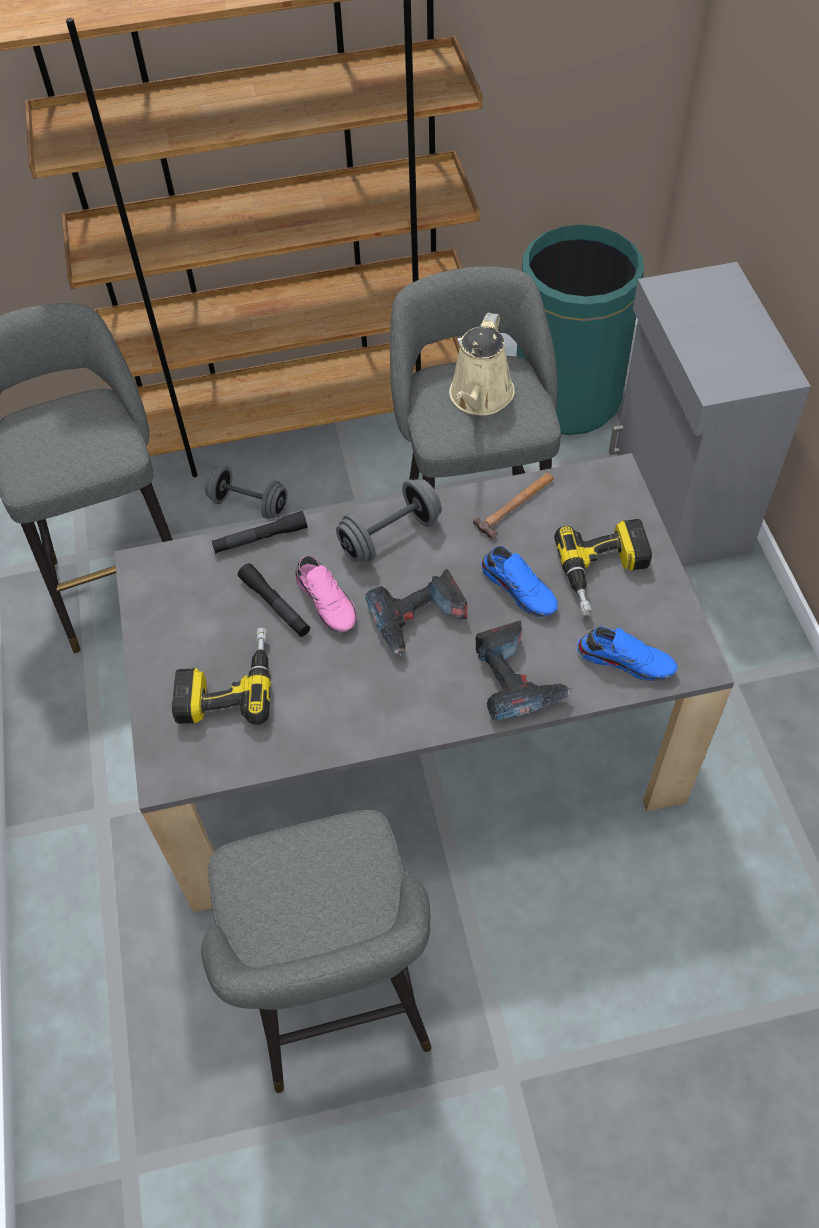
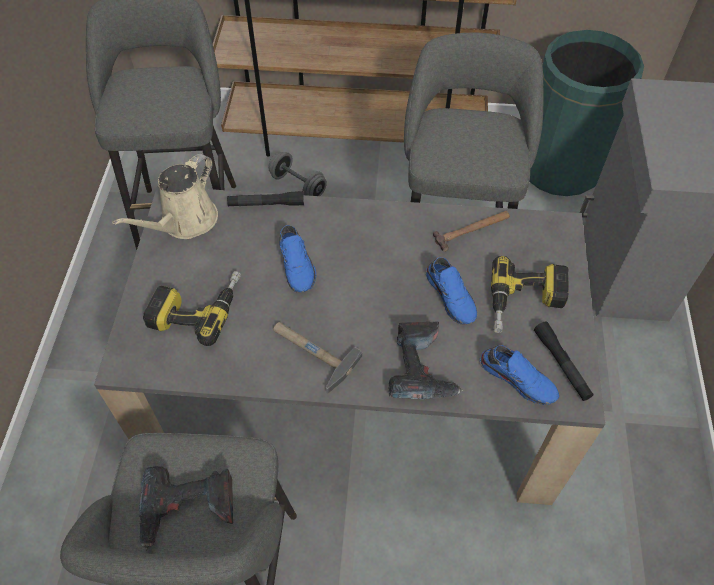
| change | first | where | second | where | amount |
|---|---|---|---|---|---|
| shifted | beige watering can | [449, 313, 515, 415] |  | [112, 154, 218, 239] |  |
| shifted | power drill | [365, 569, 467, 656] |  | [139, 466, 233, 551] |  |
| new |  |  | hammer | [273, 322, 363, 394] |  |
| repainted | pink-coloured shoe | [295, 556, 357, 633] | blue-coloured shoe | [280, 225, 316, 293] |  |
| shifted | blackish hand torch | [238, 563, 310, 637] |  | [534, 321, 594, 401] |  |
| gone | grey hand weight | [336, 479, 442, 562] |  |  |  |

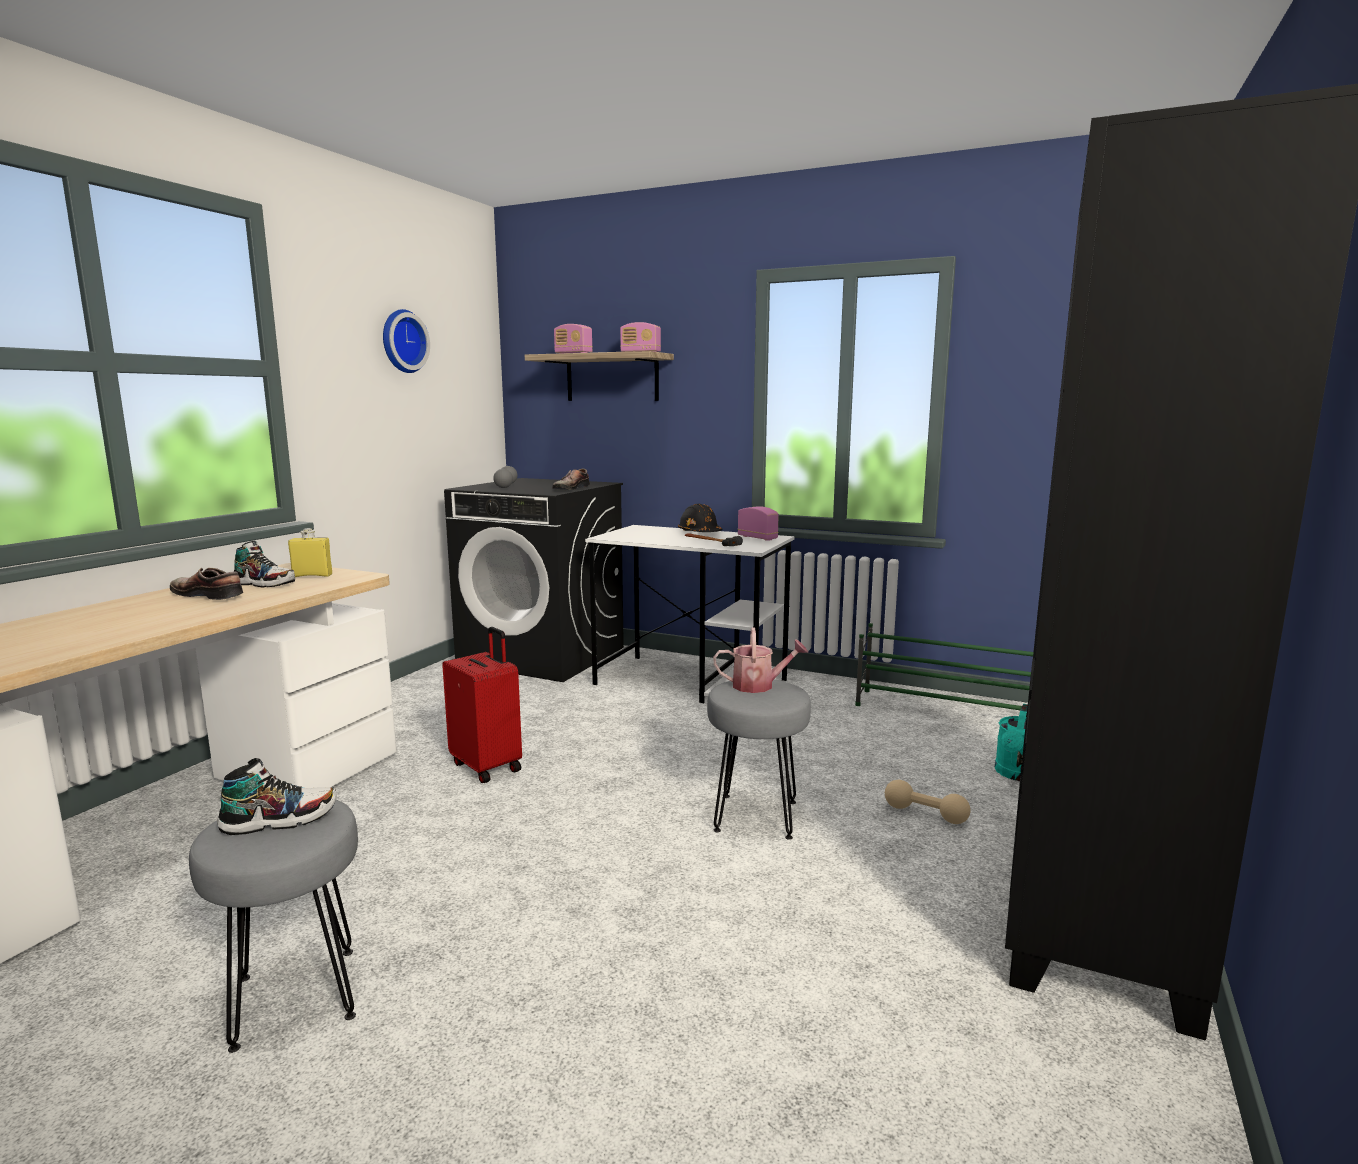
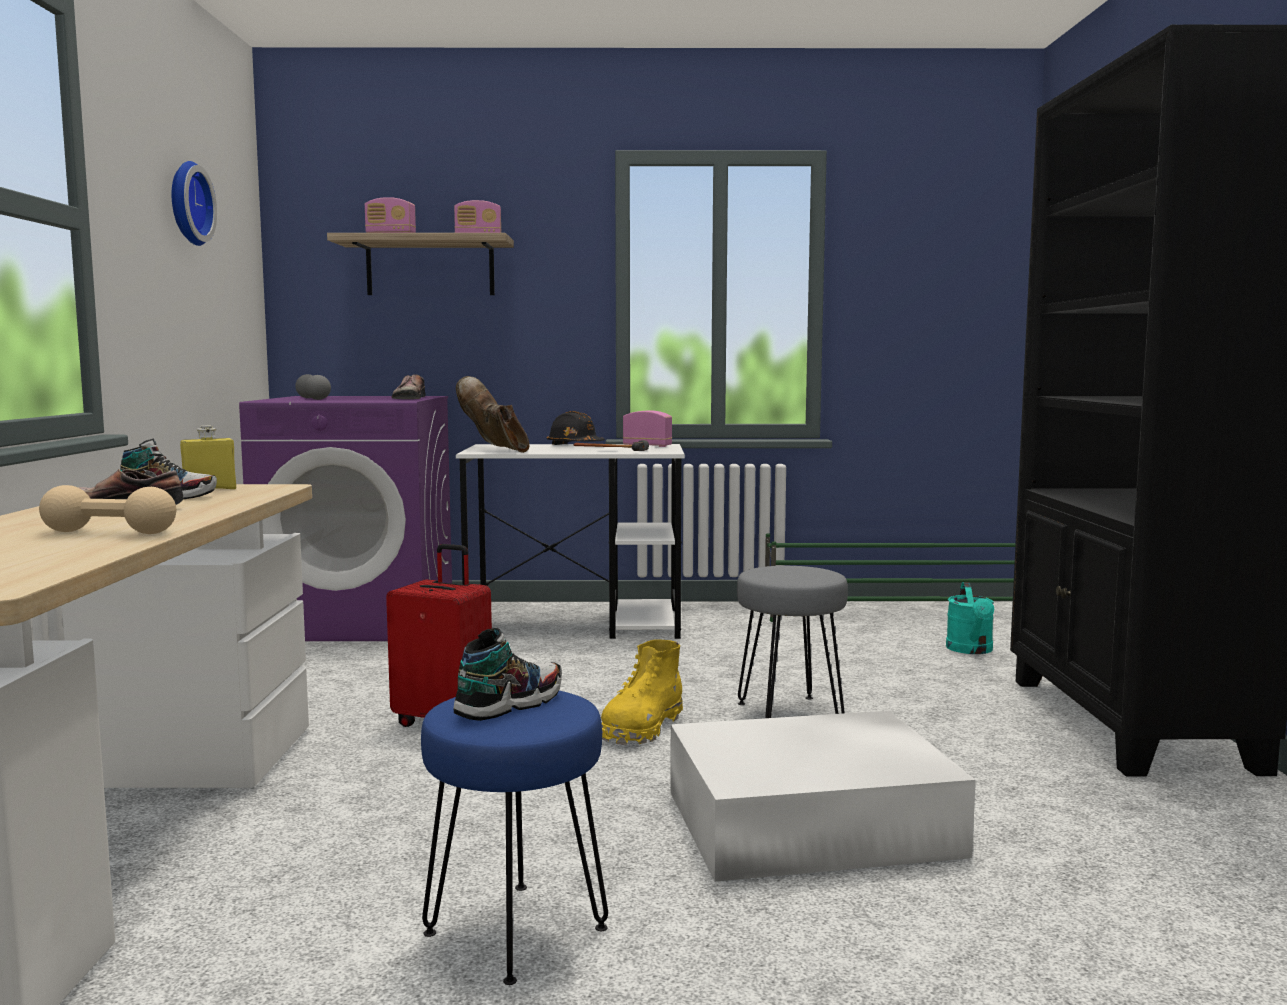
| change | first | where | second | where | amount |
|---|---|---|---|---|---|
| shifted | beige hand weight | [885, 780, 971, 824] |  | [39, 485, 176, 534] |  |
| repainted | blackish laundry machine | [444, 478, 624, 682] | purple-coloured laundry machine | [239, 396, 452, 641] |  |
| repainted | grey stool | [189, 800, 358, 1053] | blue-coloured stool | [421, 691, 608, 985] |  |
| new |  |  | brown tall boot | [456, 376, 530, 453] |  |
| new |  |  | yellowish tall boot | [601, 639, 683, 745] |  |
| new |  |  | white-coloured storage bin | [670, 711, 976, 882] |  |
| gone | watering can | [713, 627, 808, 693] |  |  |  |

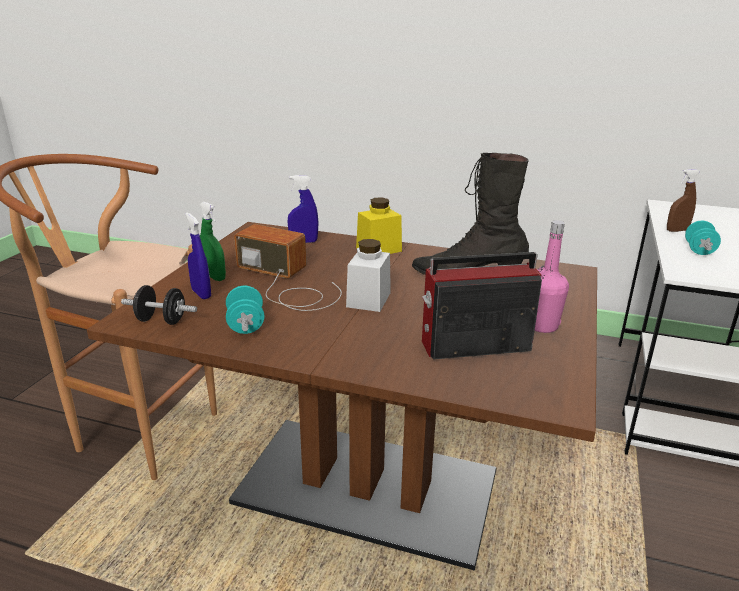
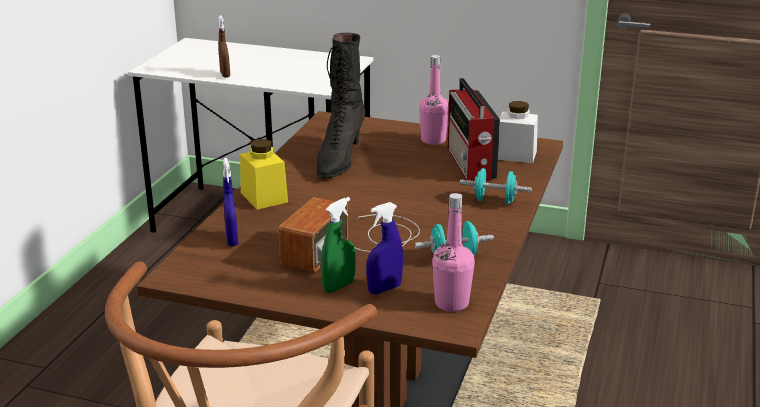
| change | first | where | second | where | amount |
|---|---|---|---|---|---|
| swapped | blackish hand weight | [121, 285, 197, 325] | pink-coloured drink bottle | [432, 193, 475, 312] |  |
| shifted | turquoise-coloured hand weight | [685, 221, 721, 255] |  | [460, 168, 532, 204] |  |
| shifted | white-coloured preserve jar | [346, 239, 391, 312] |  | [498, 101, 538, 163] |  |

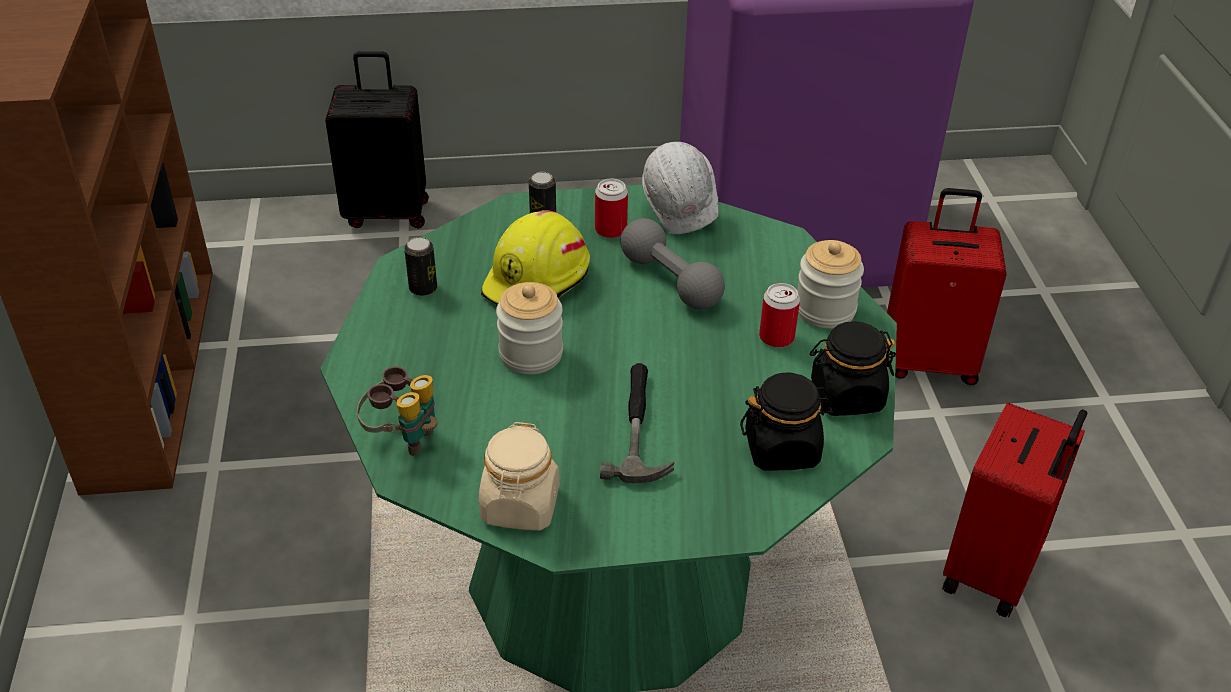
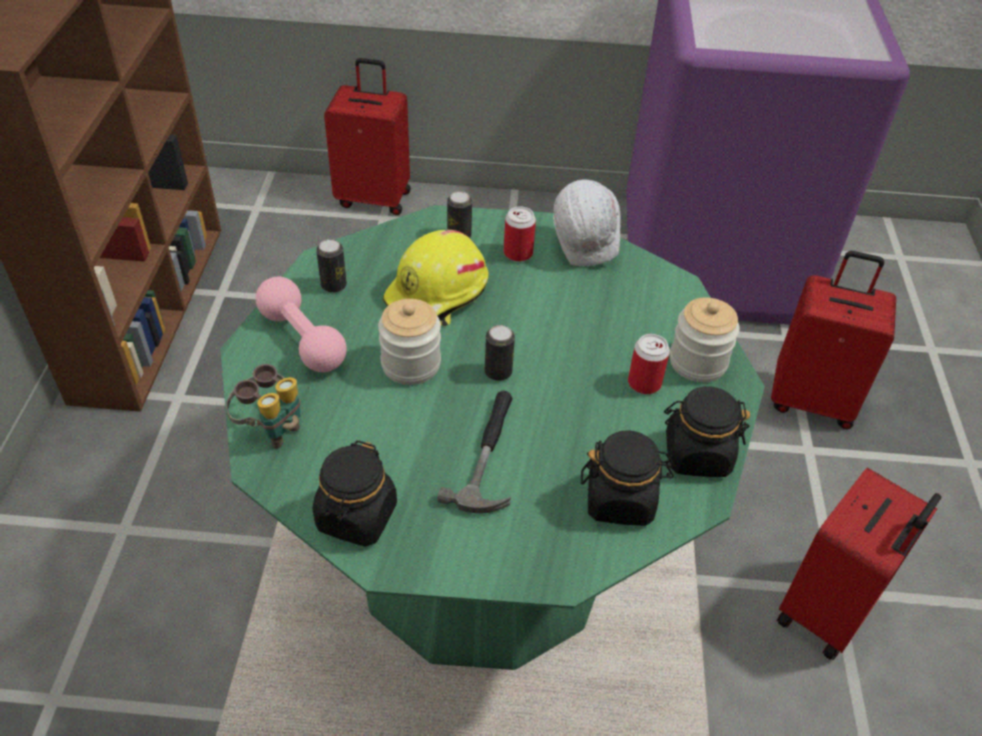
| change | first | where | second | where | amount |
|---|---|---|---|---|---|
| new |  |  | pink-coloured hand weight | [256, 276, 347, 372] |  |
| repainted | beige preserve jar | [479, 422, 559, 531] | blackish preserve jar | [313, 440, 397, 547] |  |
| repainted | blackish suitcase | [325, 51, 429, 228] | reddish suitcase | [324, 58, 411, 215] |  |
| new |  |  | can | [485, 325, 515, 381] |  |
| gone | grey hand weight | [621, 218, 725, 310] |  |  |  |

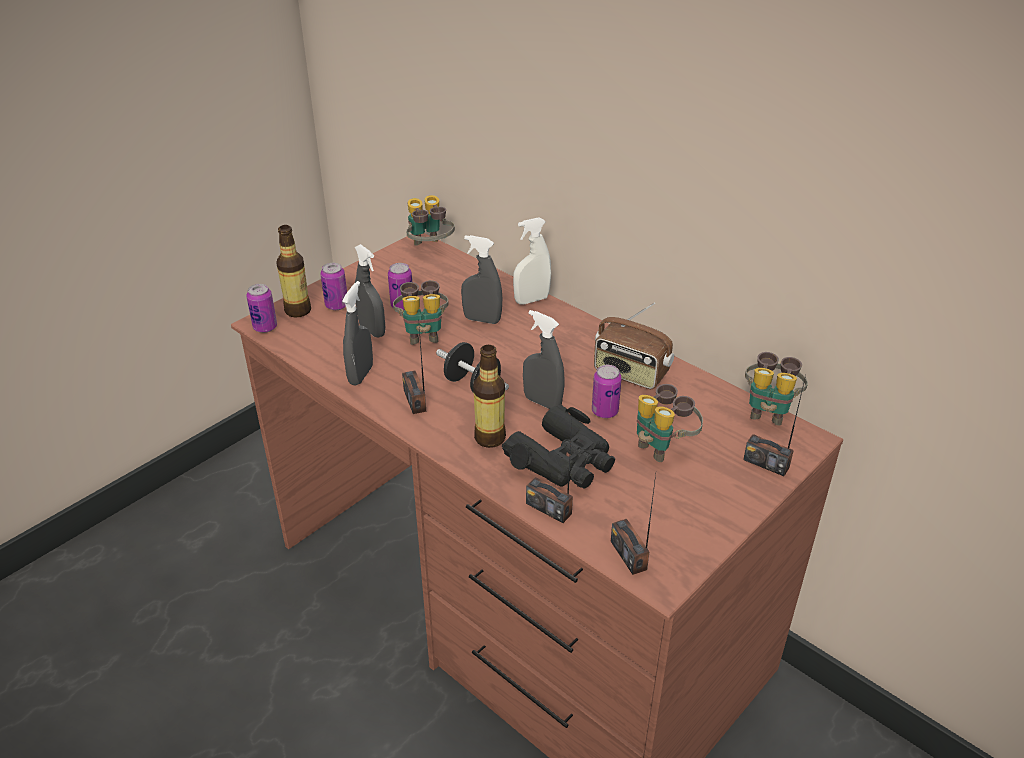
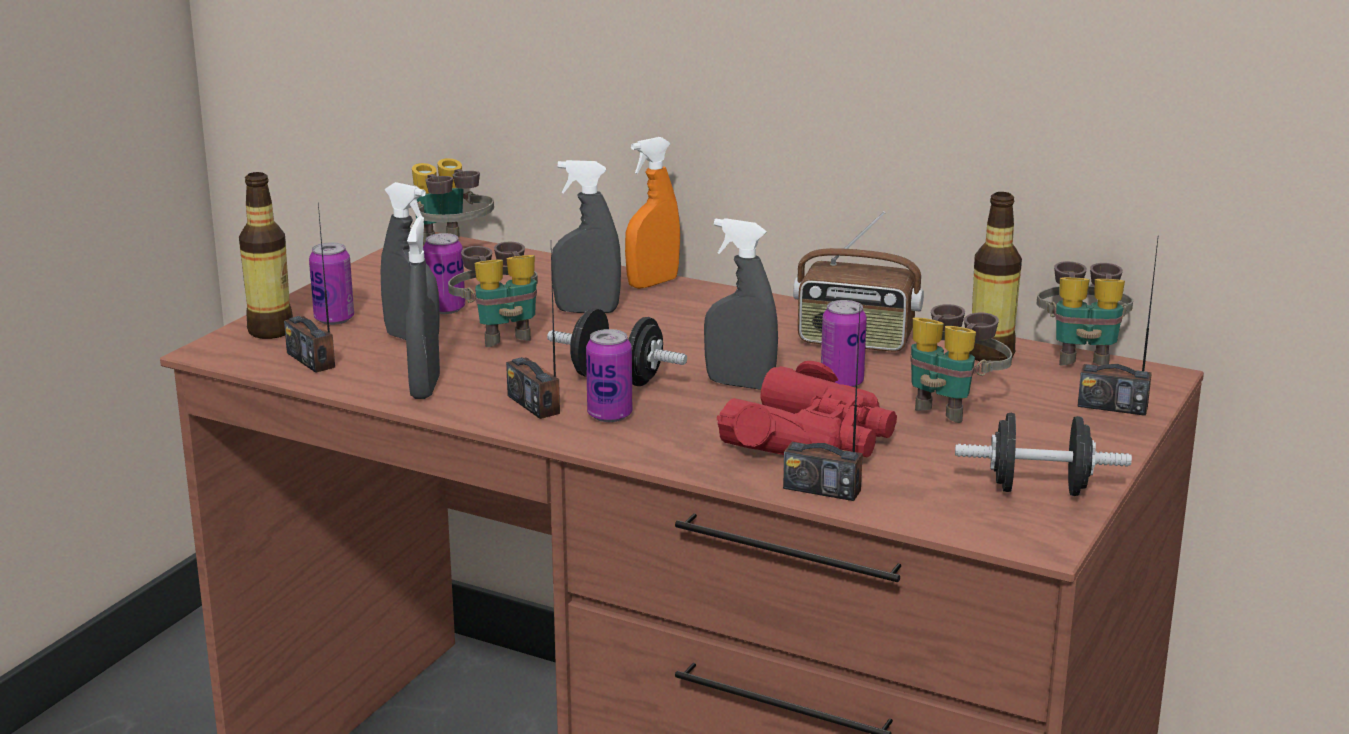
| change | first | where | second | where | amount |
|---|---|---|---|---|---|
| shifted | radio set | [611, 474, 656, 575] |  | [284, 203, 335, 373] |  |
| shifted | can | [247, 284, 277, 333] |  | [586, 329, 632, 422] |  |
| repainted | white-coloured spray bottle | [513, 217, 551, 304] | orange-coloured spray bottle | [625, 137, 680, 289] |  |
| repainted | blackish pair of binoculars | [502, 405, 615, 488] | reddish pair of binoculars | [717, 361, 897, 457] |  |
| new |  |  | blackish hand weight | [955, 413, 1132, 496] |  |
| shifted | drink bottle | [473, 345, 506, 448] |  | [969, 192, 1022, 361] |  |

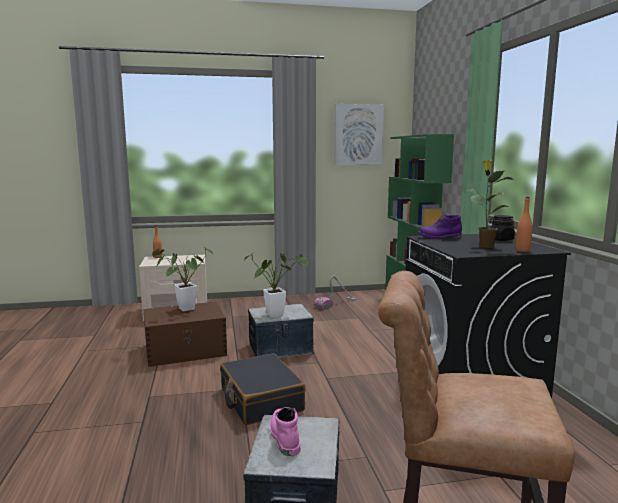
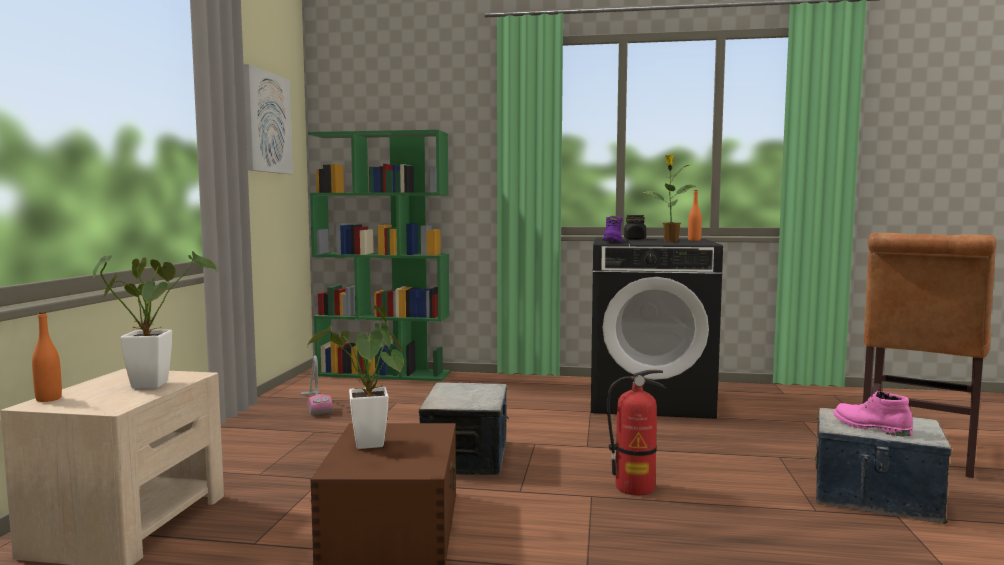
| change | first | where | second | where | amount |
|---|---|---|---|---|---|
| shifted | houseplant | [244, 253, 309, 318] |  | [93, 251, 217, 389] |  |
| swapped | blackish suitcase | [220, 353, 306, 425] | fire-fighting cylinder | [607, 370, 665, 495] |  |
| rotated | pink-coloured tall boot | [270, 407, 301, 456] |  | [834, 391, 913, 437] | 45 degrees clockwise |

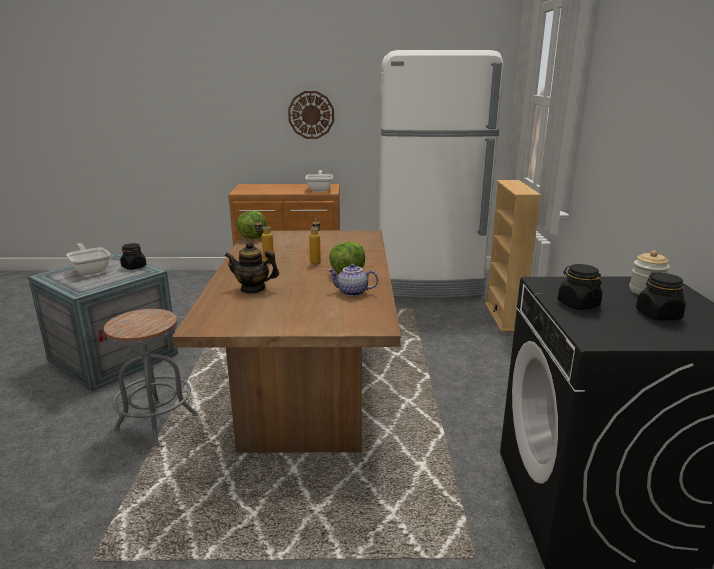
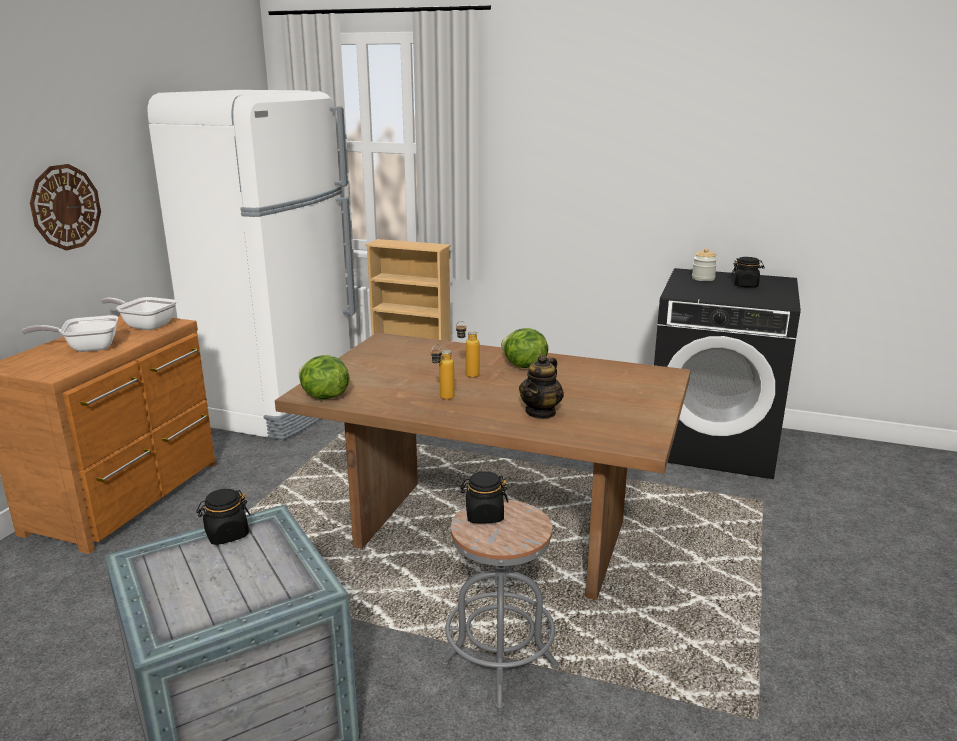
| change | first | where | second | where | amount |
|---|---|---|---|---|---|
| shifted | pan | [66, 243, 111, 275] |  | [22, 315, 118, 352] |  |
| shifted | blackish preserve jar | [557, 264, 602, 310] |  | [460, 471, 508, 523] |  |
| gone | teapot | [328, 264, 378, 296] |  |  |  |

